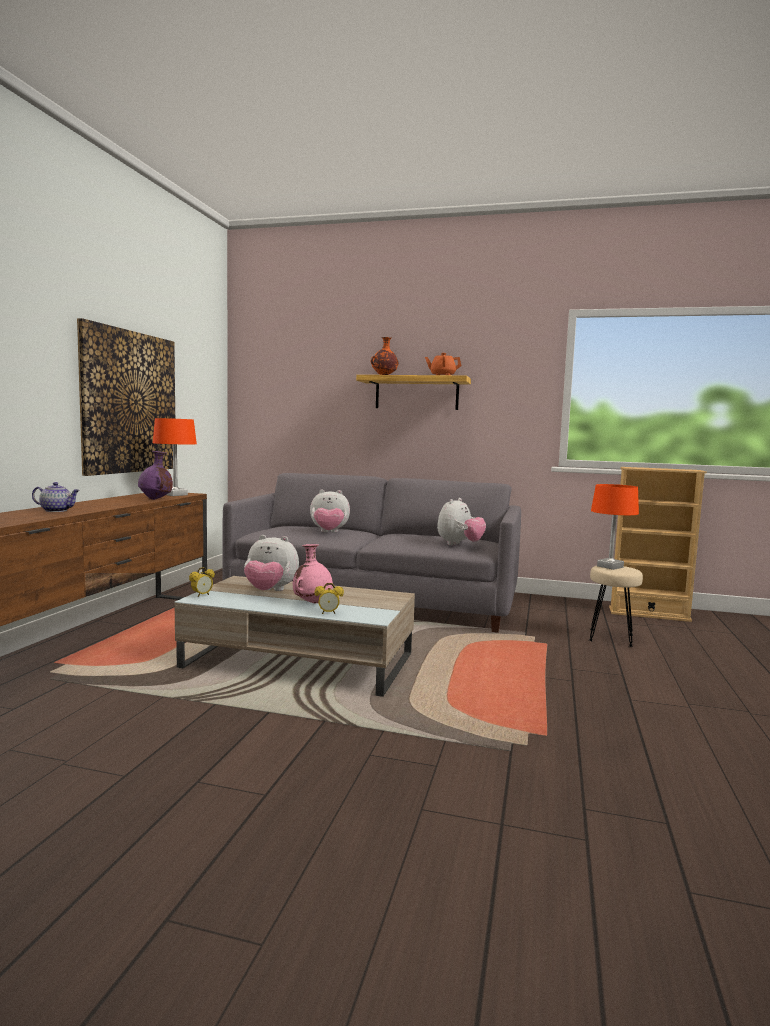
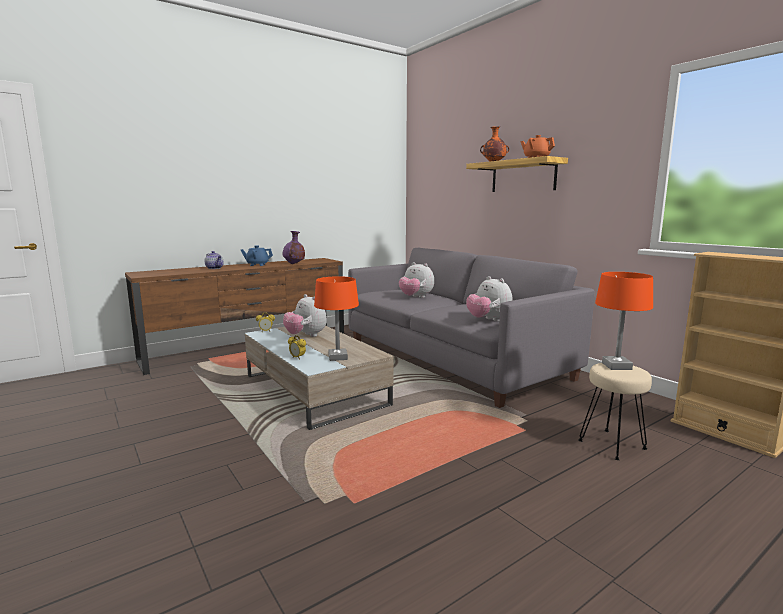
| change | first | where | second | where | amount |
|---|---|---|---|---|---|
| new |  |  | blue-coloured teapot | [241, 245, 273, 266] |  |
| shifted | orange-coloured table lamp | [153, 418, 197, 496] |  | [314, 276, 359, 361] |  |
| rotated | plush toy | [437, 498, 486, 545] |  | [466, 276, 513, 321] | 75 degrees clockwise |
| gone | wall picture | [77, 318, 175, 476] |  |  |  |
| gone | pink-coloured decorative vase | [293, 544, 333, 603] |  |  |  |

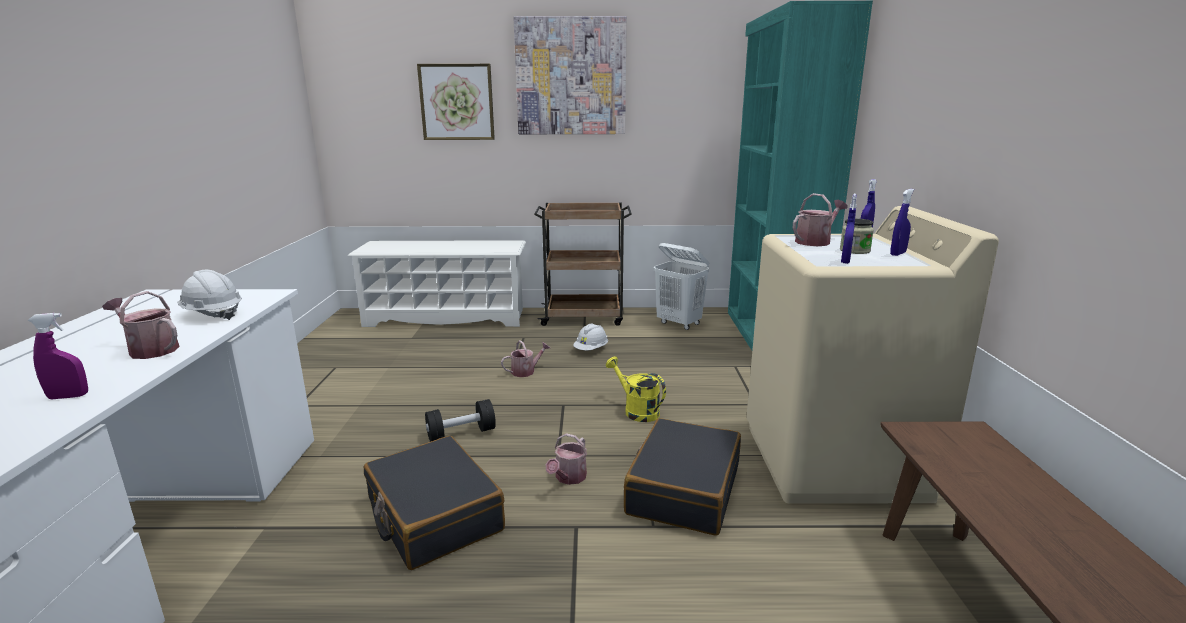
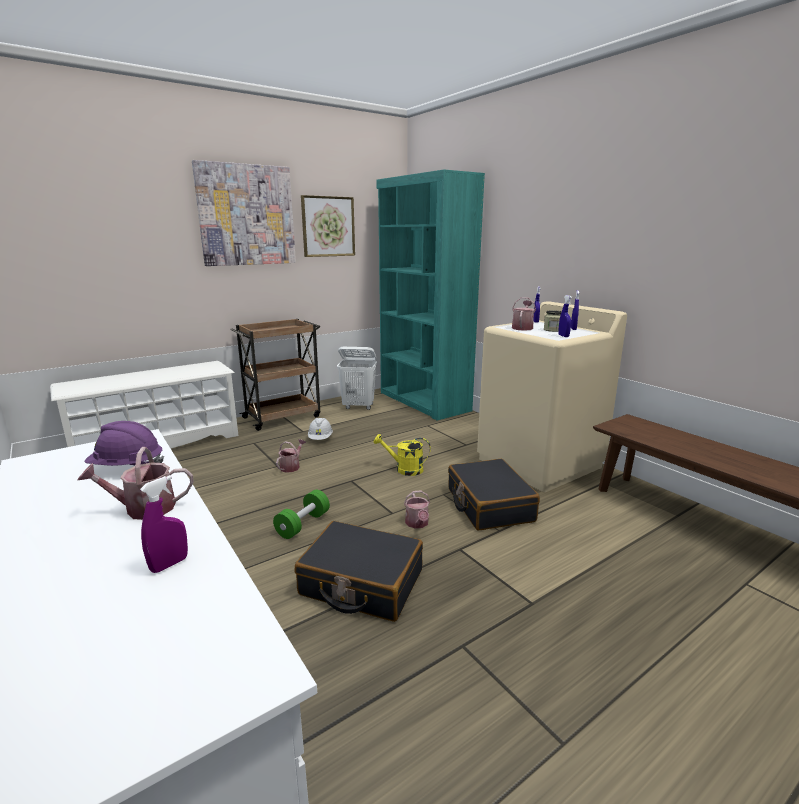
| change | first | where | second | where | amount |
|---|---|---|---|---|---|
| repainted | white-coloured hard hat | [177, 269, 242, 320] | purple-coloured hard hat | [84, 421, 164, 466] |  |
| repainted | blackish hand weight | [425, 399, 496, 442] | greenish hand weight | [273, 490, 330, 539] |  |
| shifted | wall picture | [417, 64, 495, 140] |  | [301, 195, 355, 257] |  |

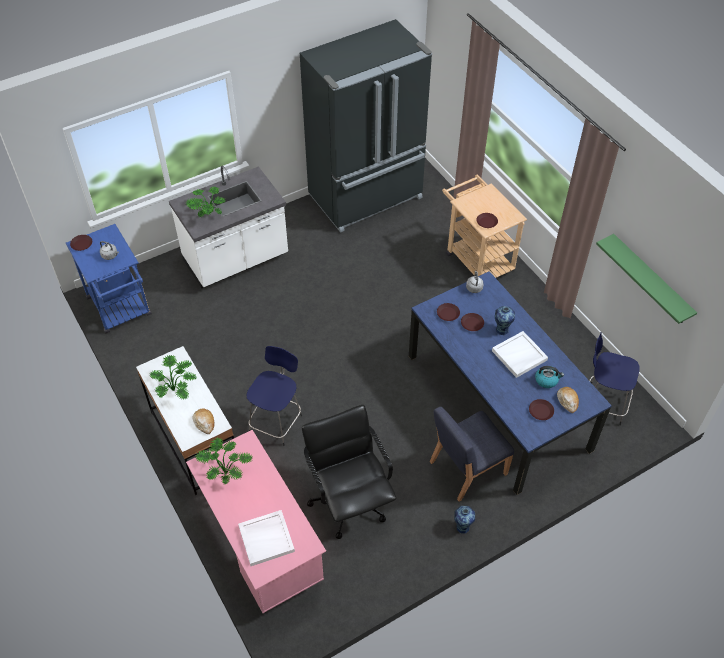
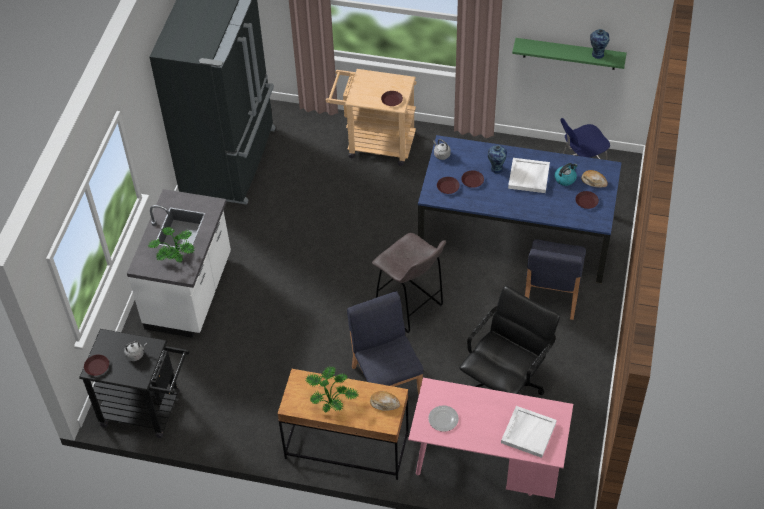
| change | first | where | second | where | amount |
|---|---|---|---|---|---|
| repainted | blue-coloured trolley | [66, 224, 152, 333] | blackish trolley | [79, 329, 190, 438] |  |
| repainted | white-coloured desk | [136, 346, 234, 495] | brown desk | [277, 369, 409, 480] |  |
| swapped | blue-coloured stool | [246, 346, 302, 446] | blue-coloured upright chair | [347, 291, 423, 395] |  |
| new |  |  | grey stool | [372, 233, 446, 333] |  |
| swapped | houseplant | [195, 438, 253, 485] | dinner plate | [428, 405, 459, 432] |  |
| rotated | blackish desk chair | [302, 405, 396, 539] |  | [460, 286, 560, 395] | 105 degrees clockwise |
| shifted | decorative vase | [454, 506, 475, 533] |  | [590, 29, 609, 59] |  |

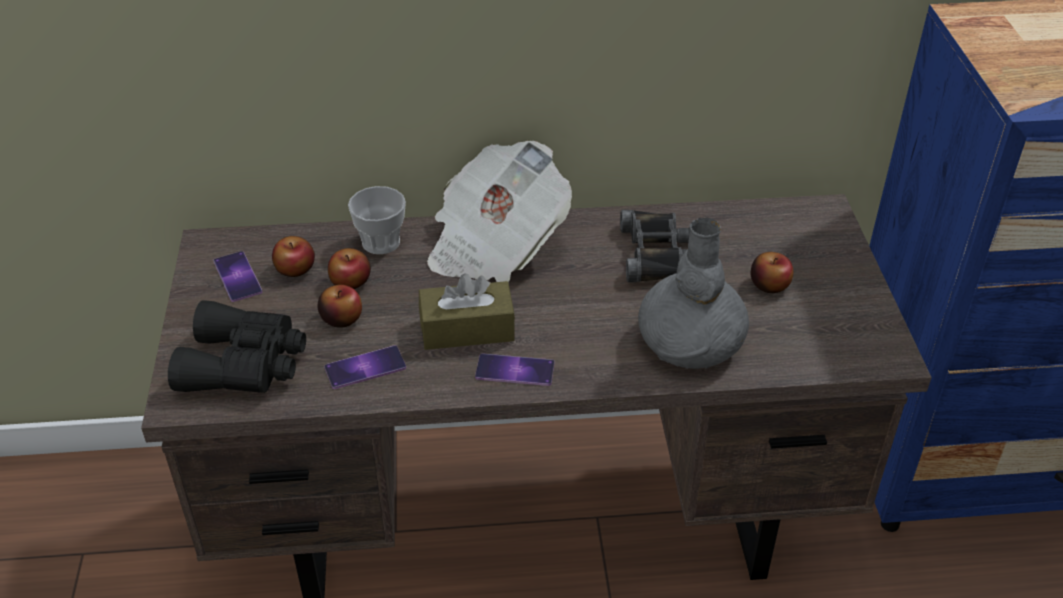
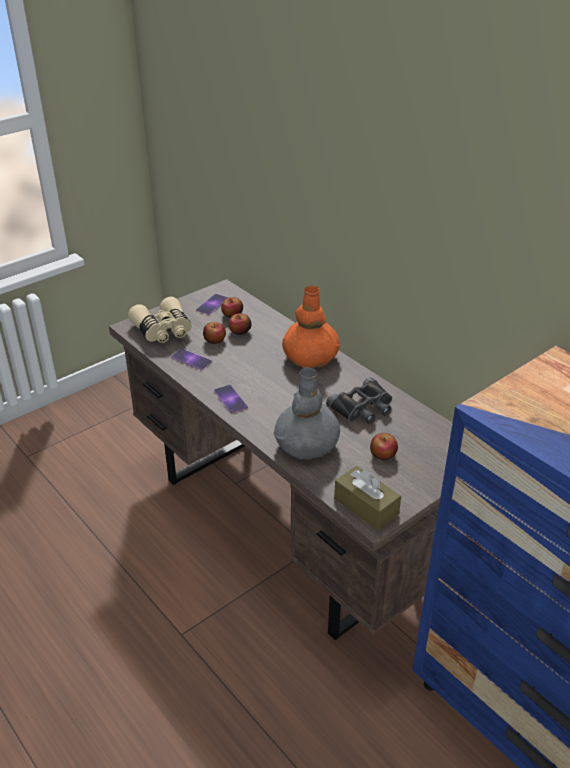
| change | first | where | second | where | amount |
|---|---|---|---|---|---|
| repainted | blackish pair of binoculars | [168, 300, 306, 393] | beige pair of binoculars | [128, 297, 192, 343] |  |
| swapped | newspaper | [427, 141, 572, 282] | orange-coloured decorative vase | [282, 286, 340, 368] |  |
| shifted | brown box of tissues | [419, 274, 515, 350] |  | [334, 466, 401, 530] |  |
| gone | cup | [348, 186, 406, 254] |  |  |  |

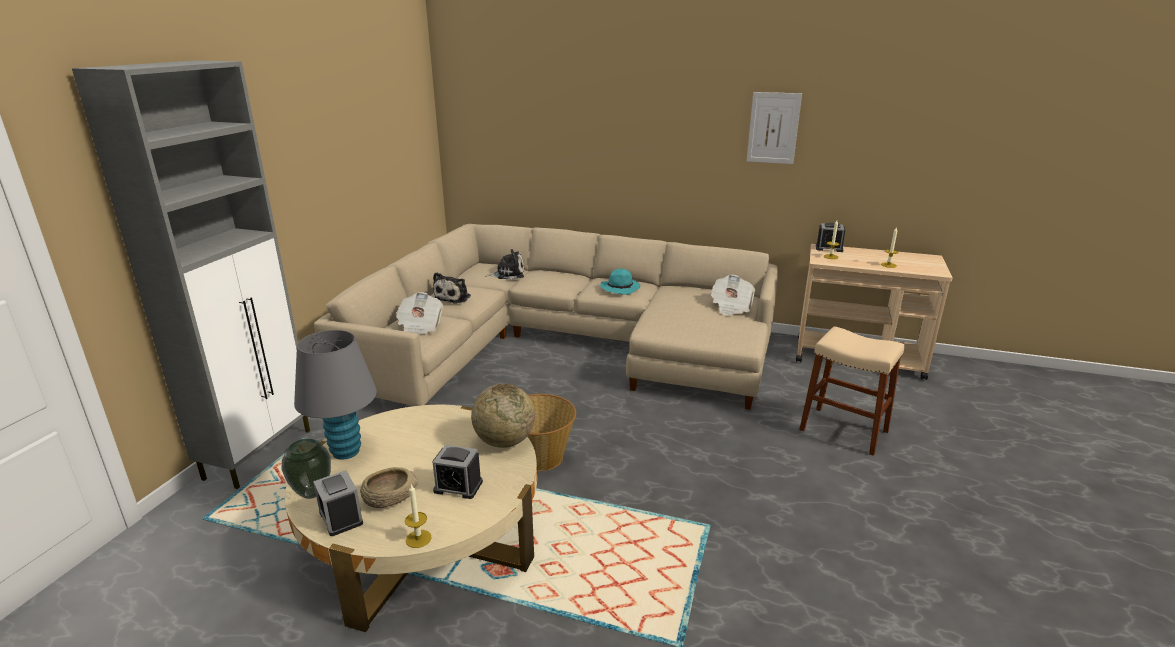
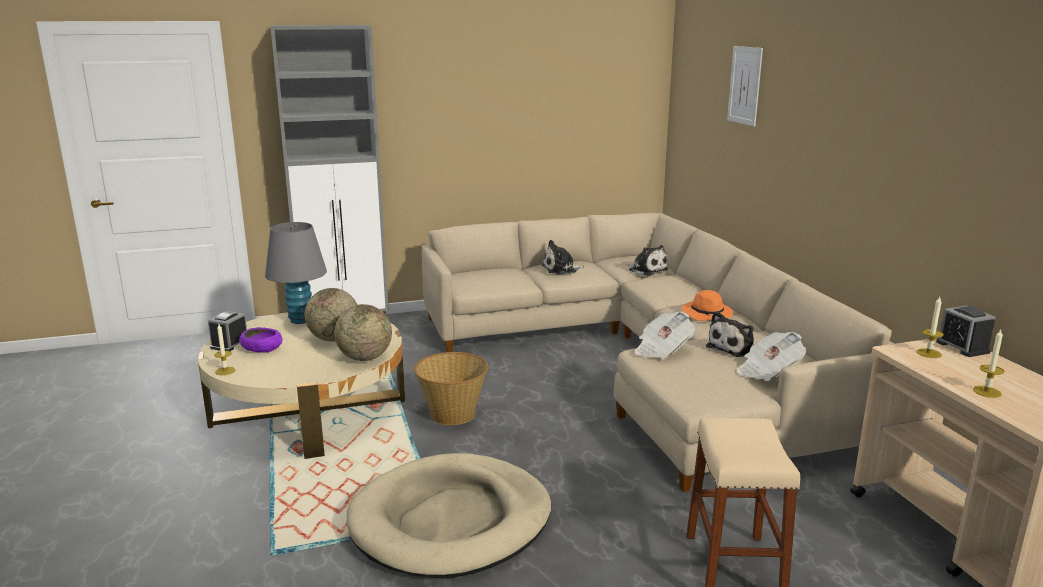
| change | first | where | second | where | amount |
|---|---|---|---|---|---|
| repainted | beige serving bowl | [360, 467, 418, 508] | purple-coloured serving bowl | [239, 327, 283, 352] |  |
| new |  |  | desk globe | [305, 288, 357, 342] |  |
| new |  |  | beige dog bed | [346, 453, 551, 578] |  |
| shifted | newspaper | [396, 292, 443, 335] |  | [635, 312, 695, 359] |  |
| repainted | turquoise-coloured wearable hat | [600, 269, 641, 295] | orange-coloured wearable hat | [682, 290, 733, 321] |  |
| new |  |  | plush toy | [706, 311, 754, 357] |  |
| shifted | wall picture | [747, 92, 802, 164] |  | [727, 46, 763, 126] |  |
| gone | decorative vase | [282, 439, 331, 499] |  |  |  |
| gone | bedside clock | [433, 445, 483, 499] |  |  |  |

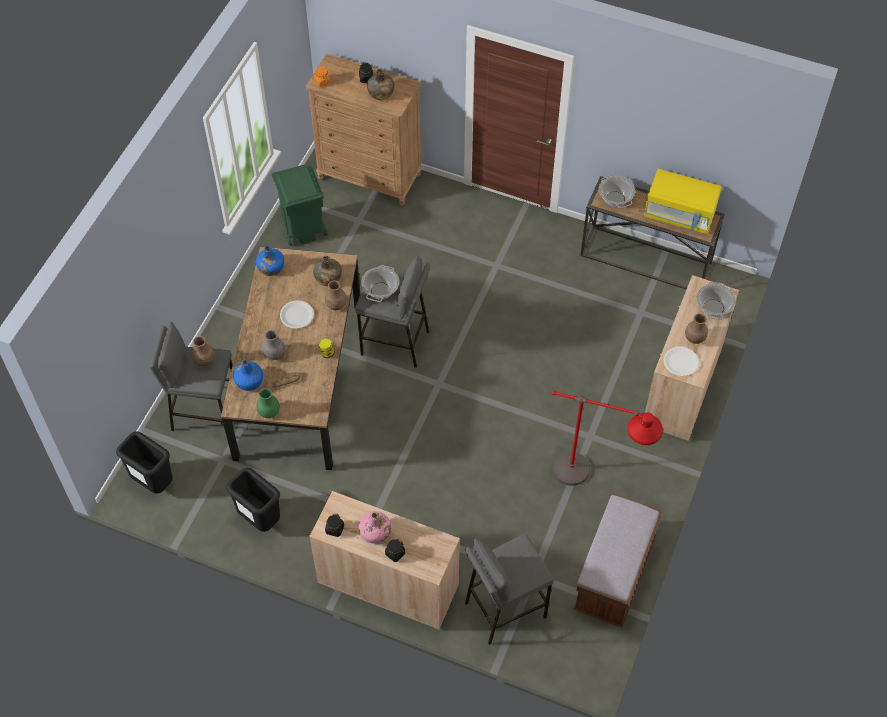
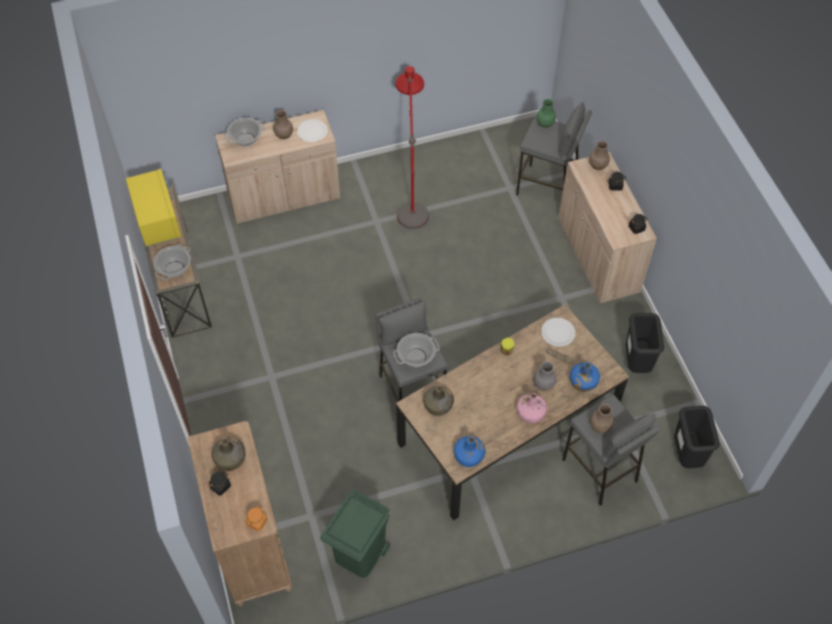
| change | first | where | second | where | amount |
|---|---|---|---|---|---|
| shifted | pink-coloured drink bottle | [359, 511, 391, 543] |  | [516, 393, 547, 423] |  |
| shifted | greenish decorative vase | [257, 388, 280, 418] |  | [536, 99, 556, 128] |  |
| shifted | white-coloured dinner plate | [280, 300, 314, 329] |  | [541, 318, 575, 347] |  |
| shifted | brown decorative vase | [325, 280, 347, 310] |  | [589, 141, 610, 170] |  |
| gone | brown long seat | [573, 493, 663, 628] |  |  |  |

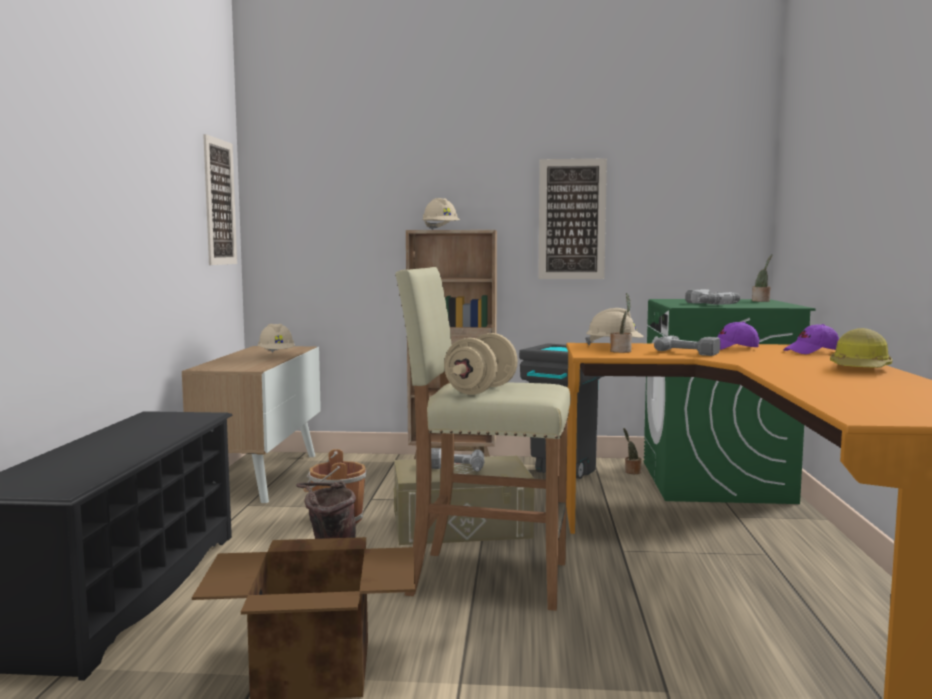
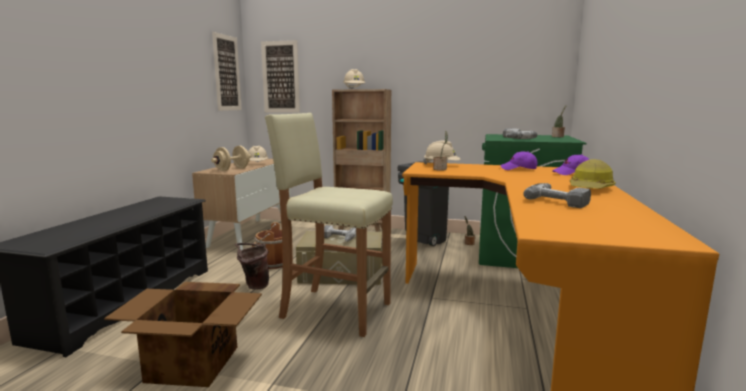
| change | first | where | second | where | amount |
|---|---|---|---|---|---|
| shifted | beige hand weight | [444, 333, 518, 395] |  | [211, 146, 251, 171] |  |
| shifted | wall picture | [538, 159, 607, 279] |  | [261, 40, 300, 113] |  |
| shifted | power drill | [654, 335, 720, 356] |  | [524, 183, 591, 208] |  |

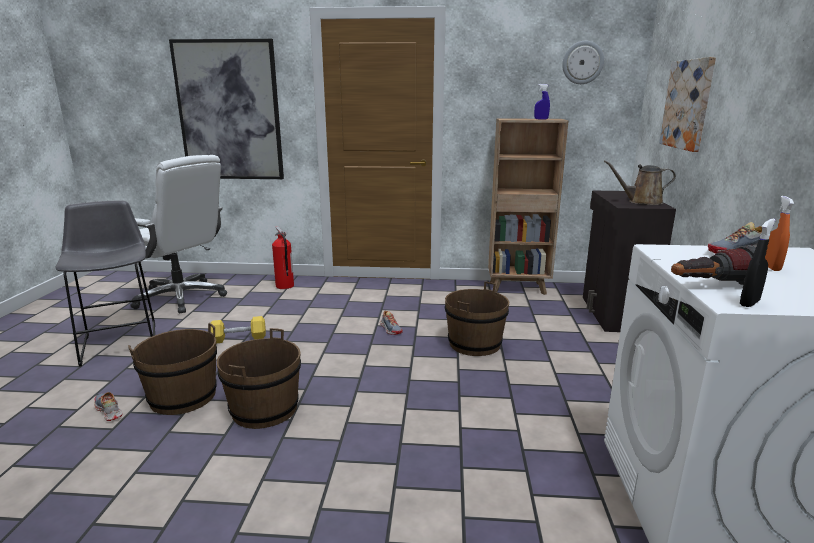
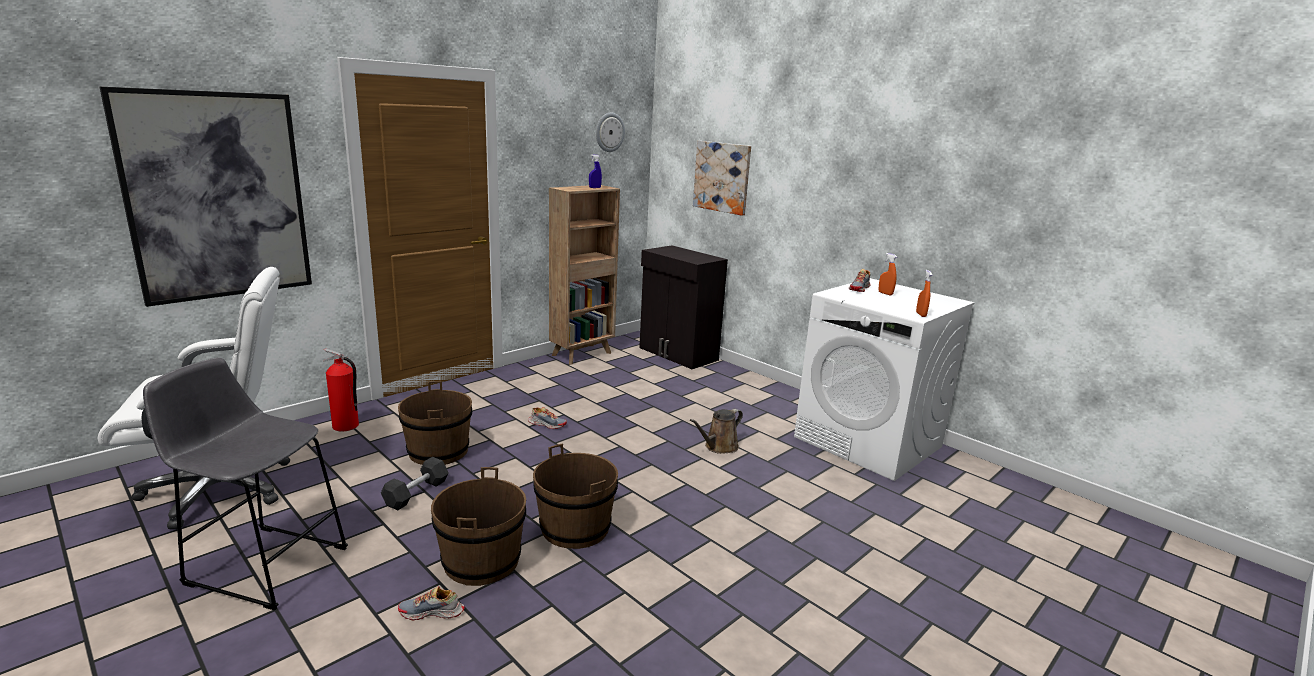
| change | first | where | second | where | amount |
|---|---|---|---|---|---|
| repainted | yellowish hand weight | [211, 316, 266, 343] | blackish hand weight | [381, 457, 449, 510] |  |
| shifted | brown pail | [445, 281, 509, 356] |  | [398, 381, 472, 465] |  |
| shifted | brown watering can | [604, 160, 676, 205] |  | [690, 409, 743, 454] |  |
| repainted | blackish spray bottle | [740, 219, 776, 307] | orange-coloured spray bottle | [916, 270, 932, 317] |  |
| gone | hand torch | [671, 245, 756, 285] |  |  |  |

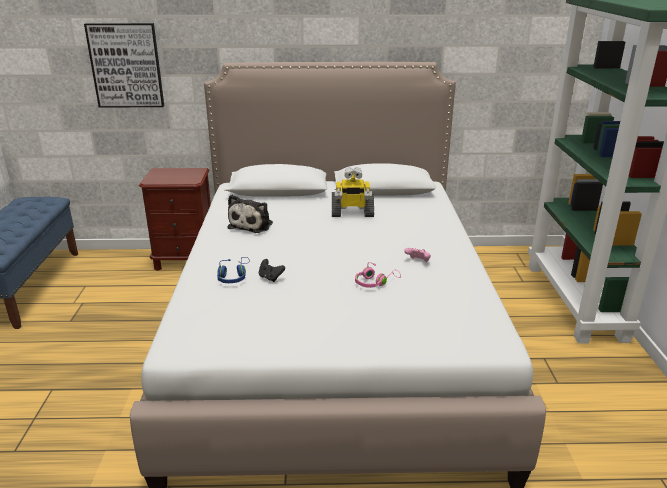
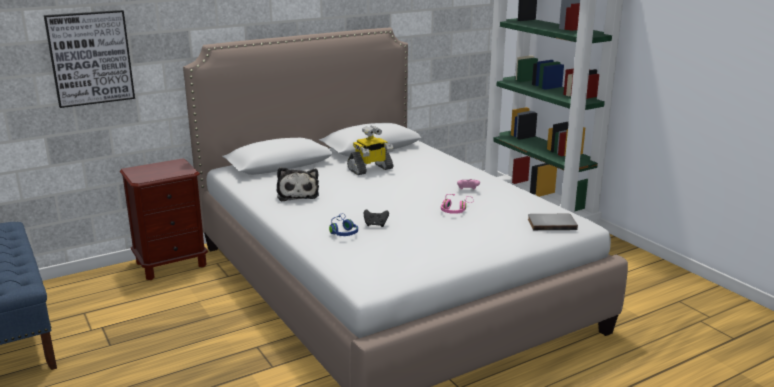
| change | first | where | second | where | amount |
|---|---|---|---|---|---|
| new |  |  | grey volume | [528, 214, 578, 230] |  |

